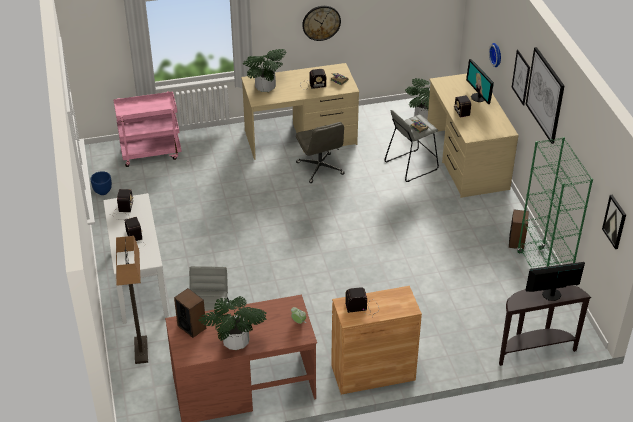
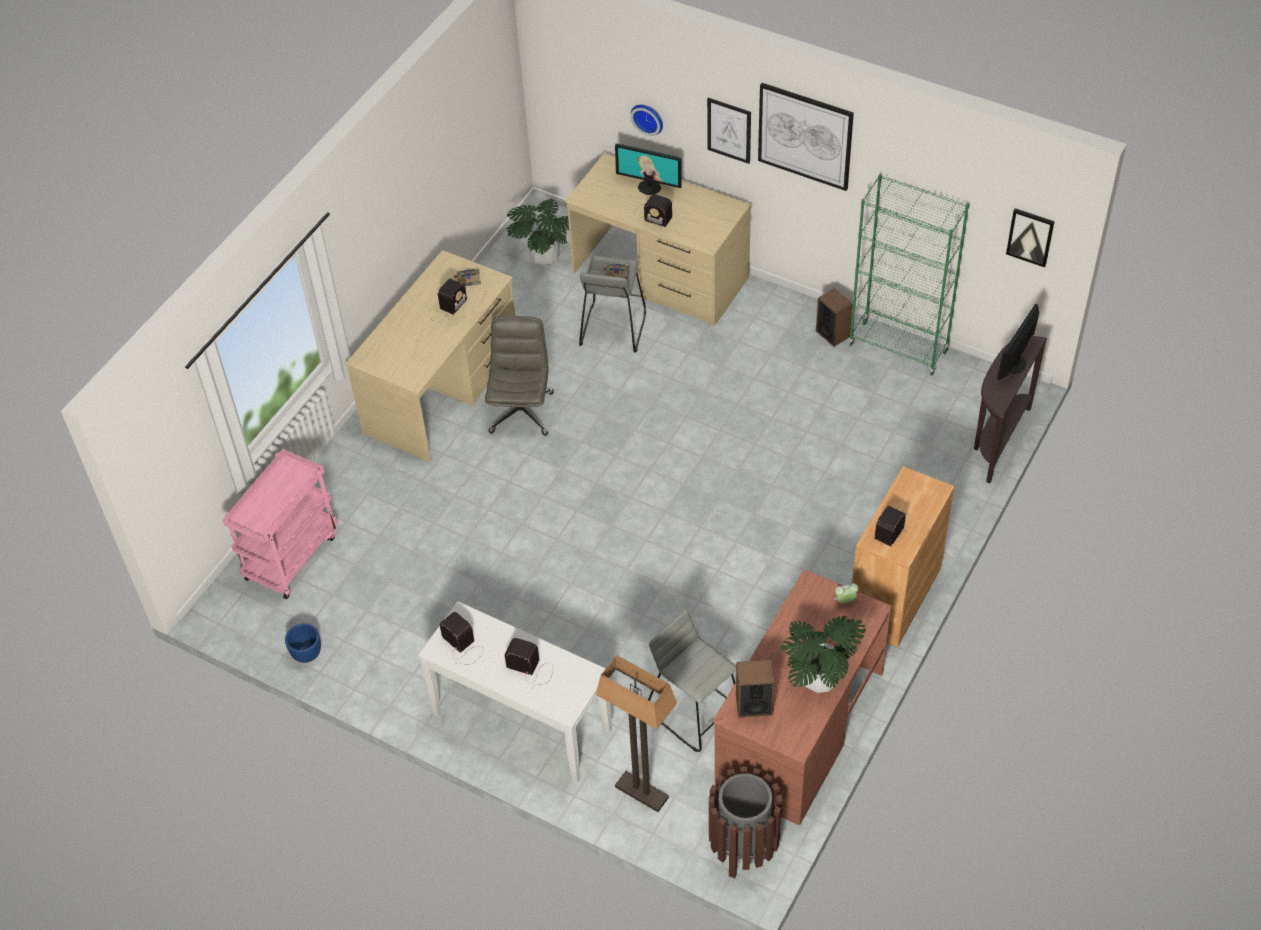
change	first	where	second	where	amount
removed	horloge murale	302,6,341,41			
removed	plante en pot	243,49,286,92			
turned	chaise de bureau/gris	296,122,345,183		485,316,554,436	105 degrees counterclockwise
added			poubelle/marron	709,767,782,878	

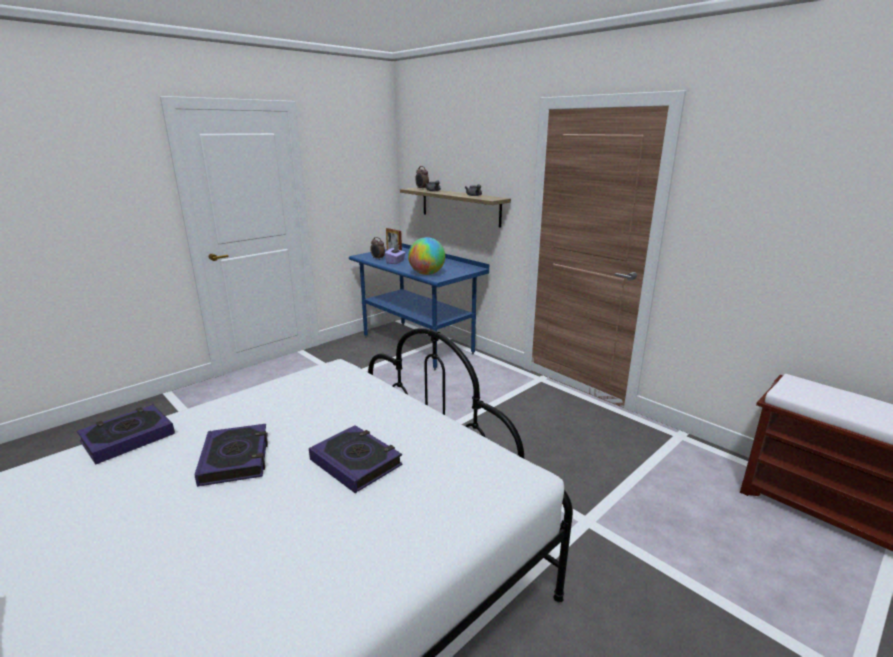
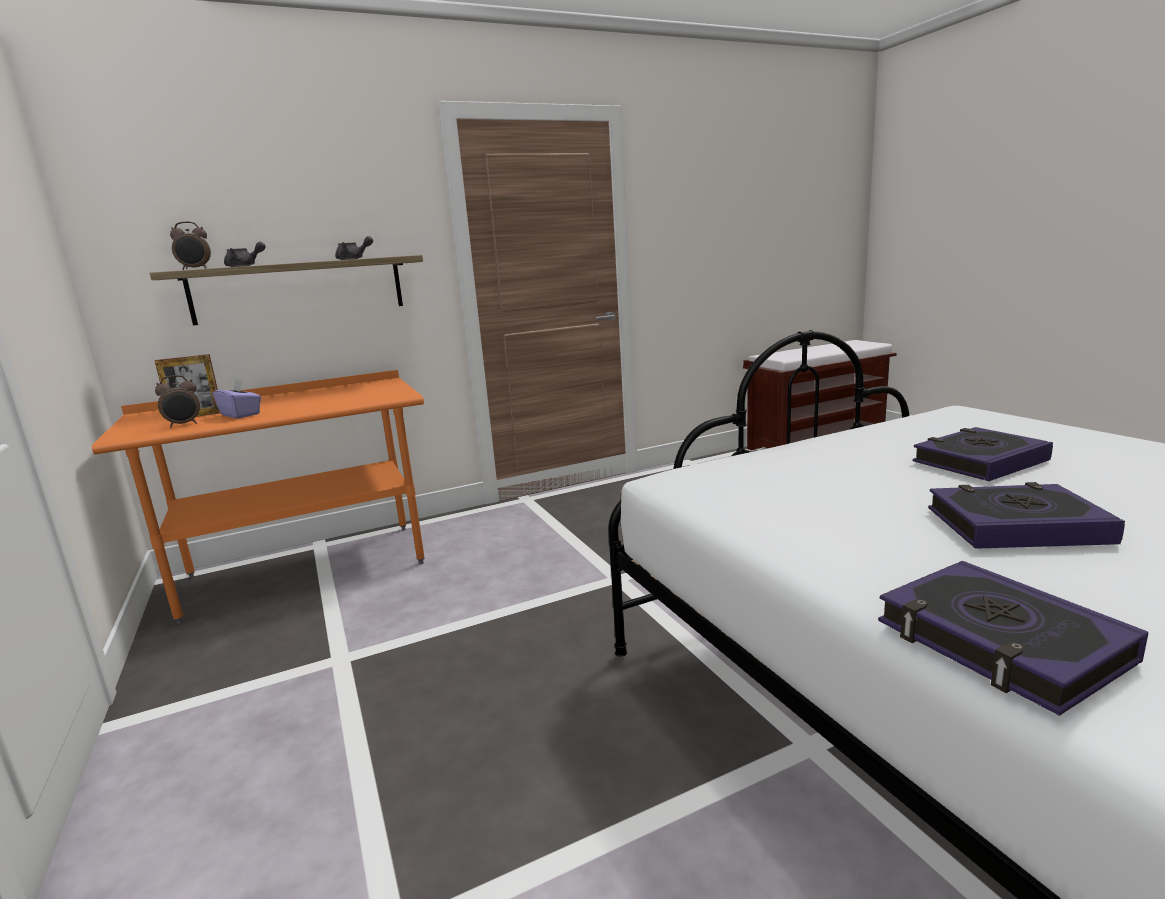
change	first	where	second	where	amount
removed	globe	408,237,445,275			
recoloured	bureau/bleu	349,243,489,370	bureau/orange	92,370,425,624	

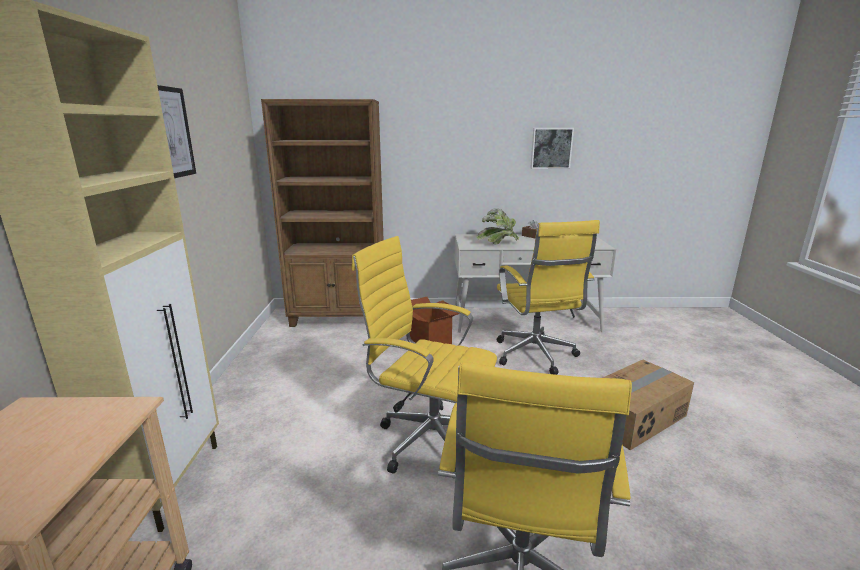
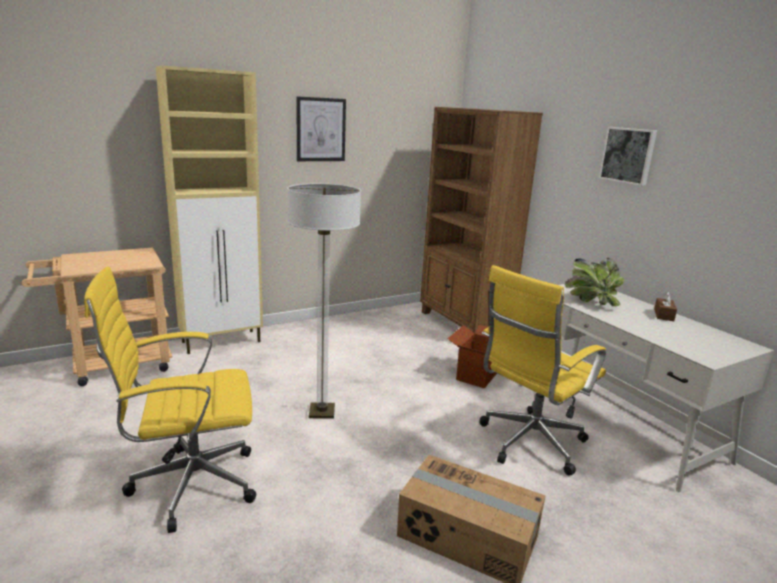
change	first	where	second	where	amount
moved	tableau	530,128,574,169		599,127,657,186	
replaced	chaise de bureau/jaune	351,236,497,473	lampadaire	287,183,361,419	

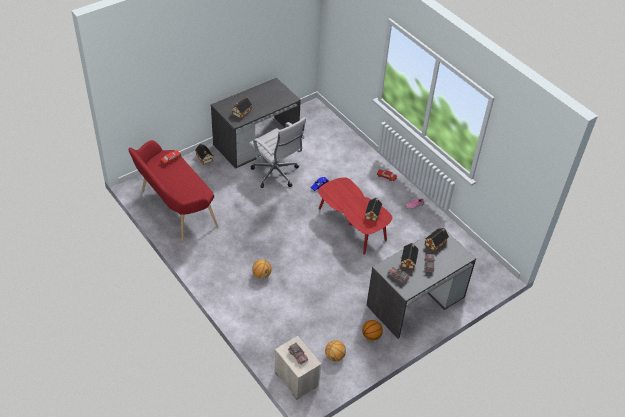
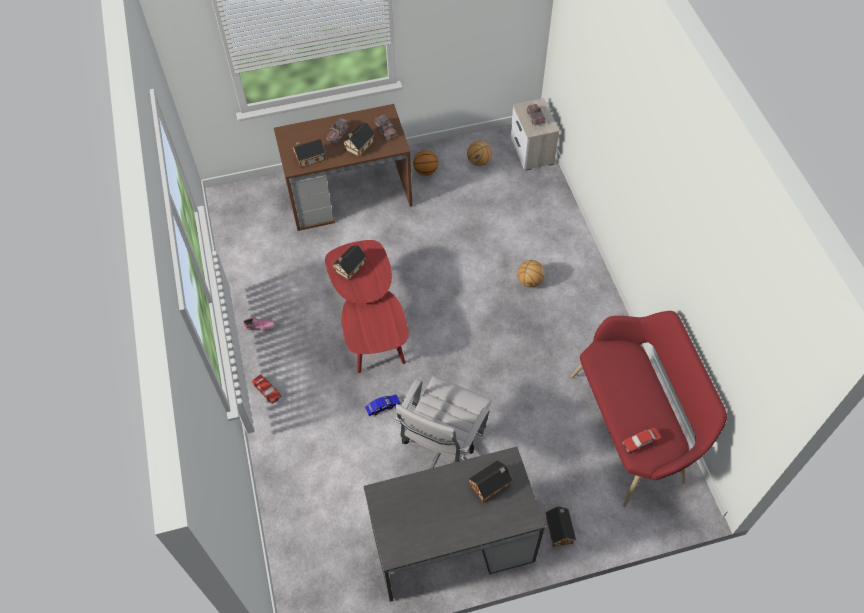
change	first	where	second	where	amount
turned	chaise de bureau/blanc	249,117,306,188		394,376,491,469	135 degrees counterclockwise
recoloured	bureau/gris	366,227,477,339	bureau/marron	274,104,413,231	

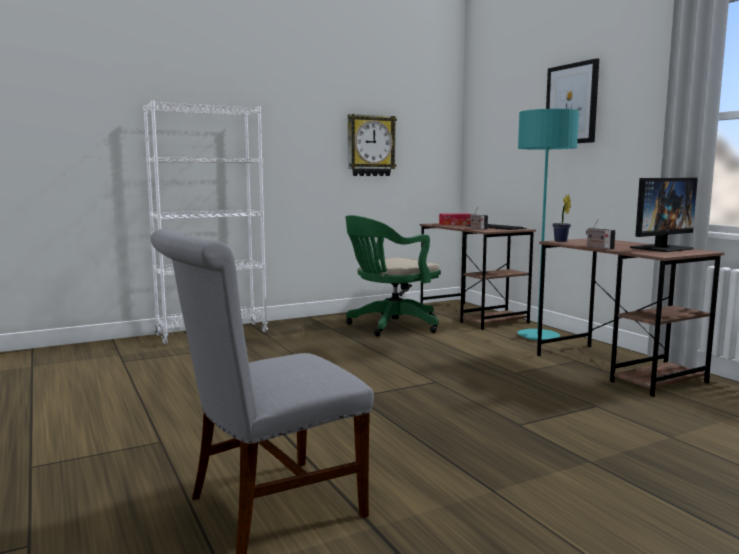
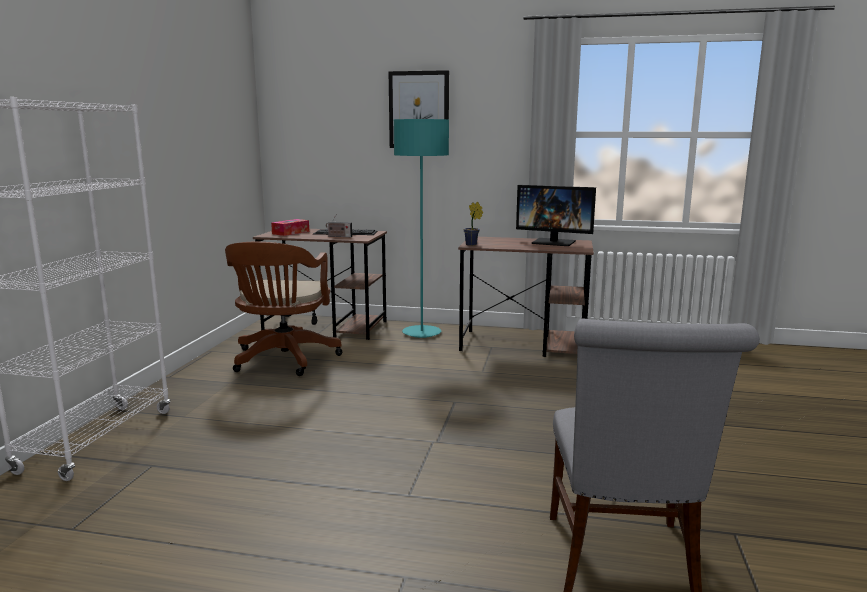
change	first	where	second	where	amount
removed	horloge murale	348,114,397,176			
turned	écran d'ordinateur	630,178,698,252		516,185,596,246	105 degrees clockwise
recoloured	chaise de bureau/vert	345,215,441,337	chaise de bureau/marron	225,242,343,376	
removed	radio	586,219,615,249			

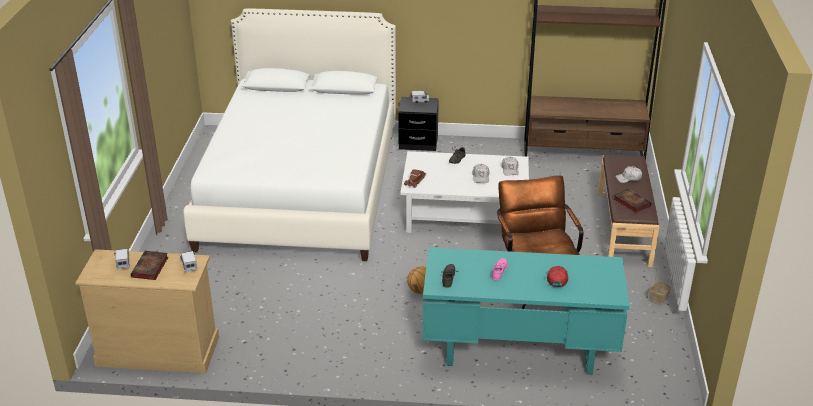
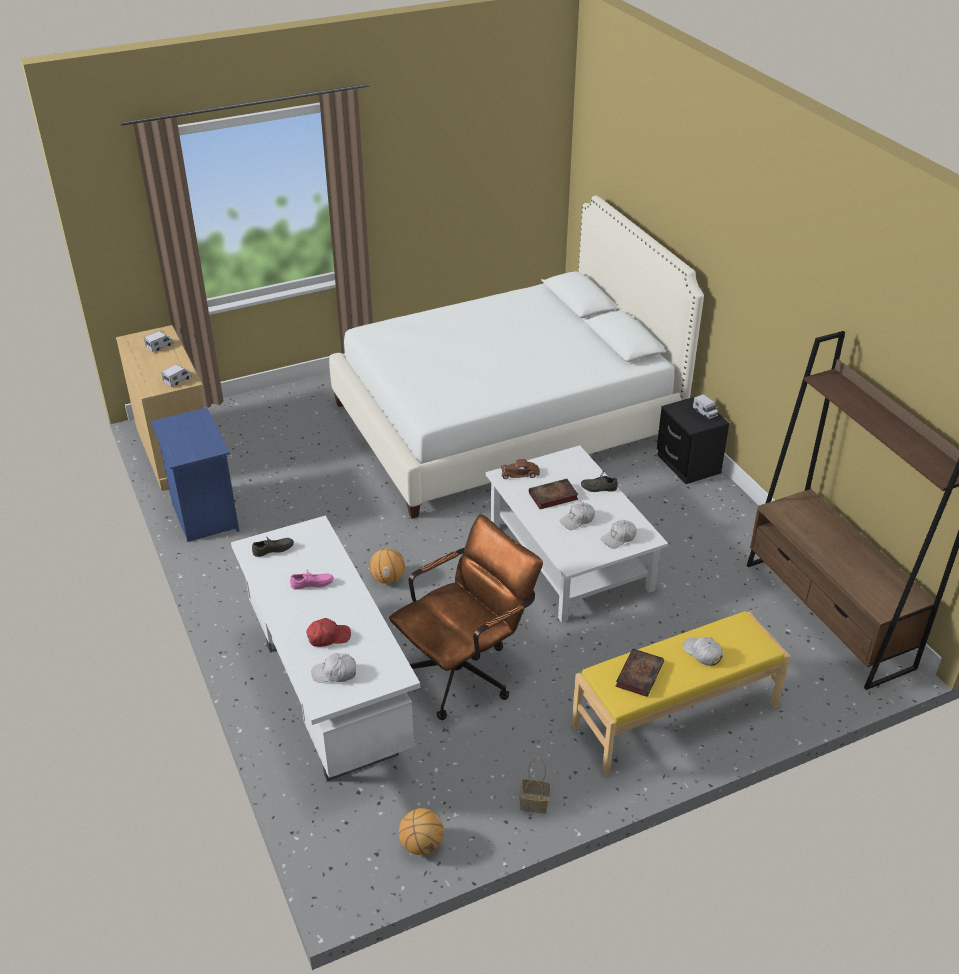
change	first	where	second	where	amount
recoloured	banc/marron	598,155,659,267	banc/jaune	572,611,790,775	
recoloured	bureau/turquoise	423,247,630,374	bureau/blanc	231,515,420,782	
moved	livre	131,251,169,280		529,479,578,509	
added			table de chevet/bleu	151,408,239,542	
added			casquette/blanc	311,653,356,683	
added			ballon de basket	399,808,444,855	

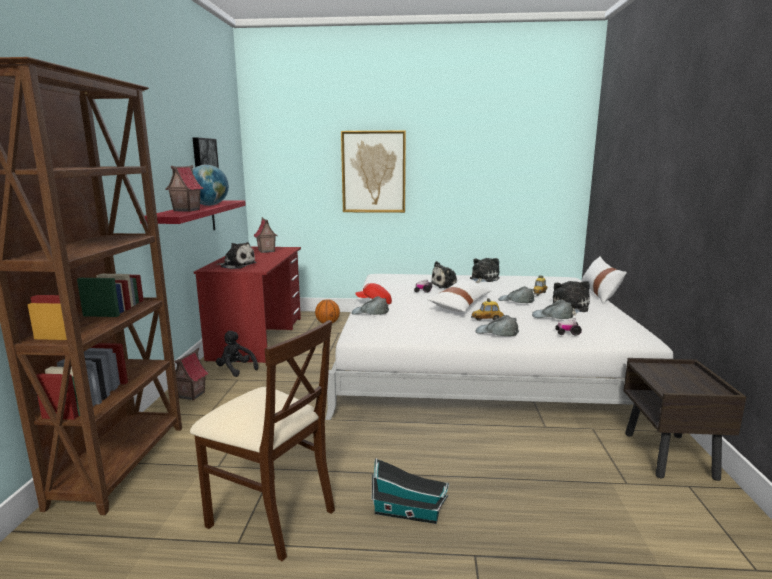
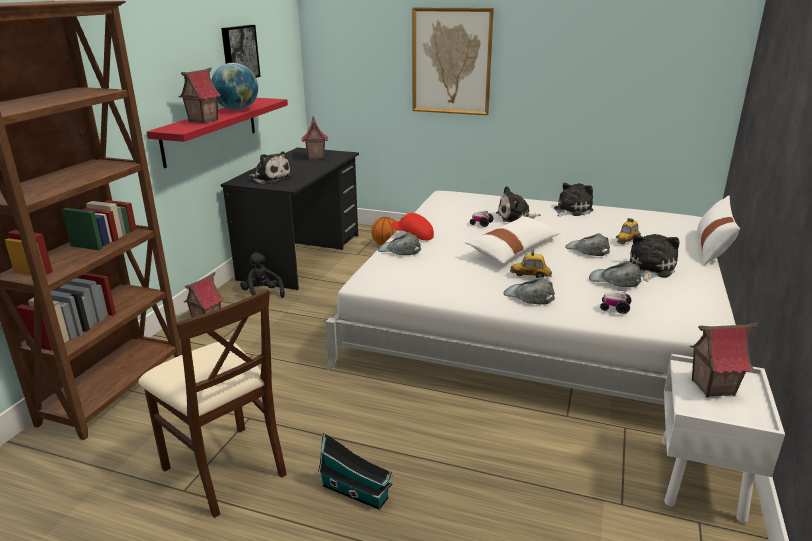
change	first	where	second	where	amount
recoloured	bureau/rouge	194,247,301,363	bureau/noir	221,148,359,290	
recoloured	table de chevet/marron	623,358,746,481	table de chevet/blanc	662,354,785,523	
added			maison miniature	690,323,758,398	

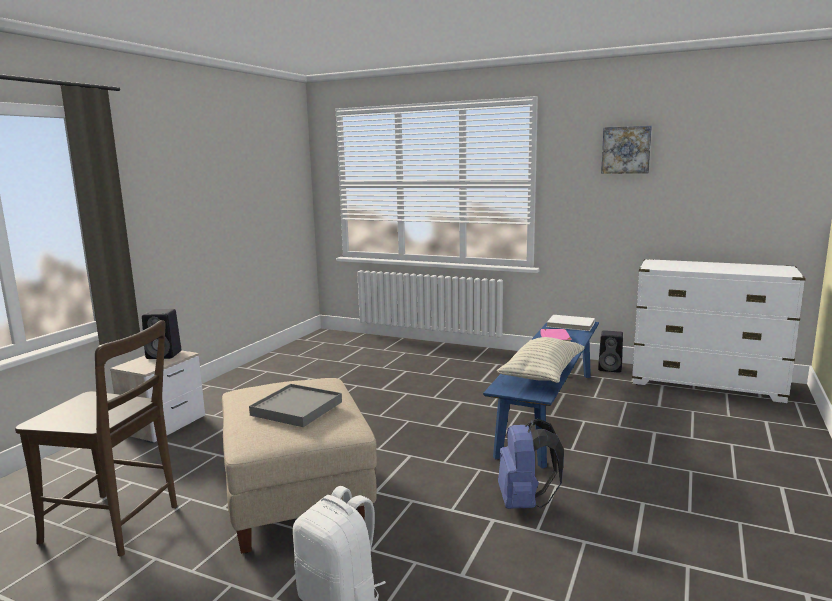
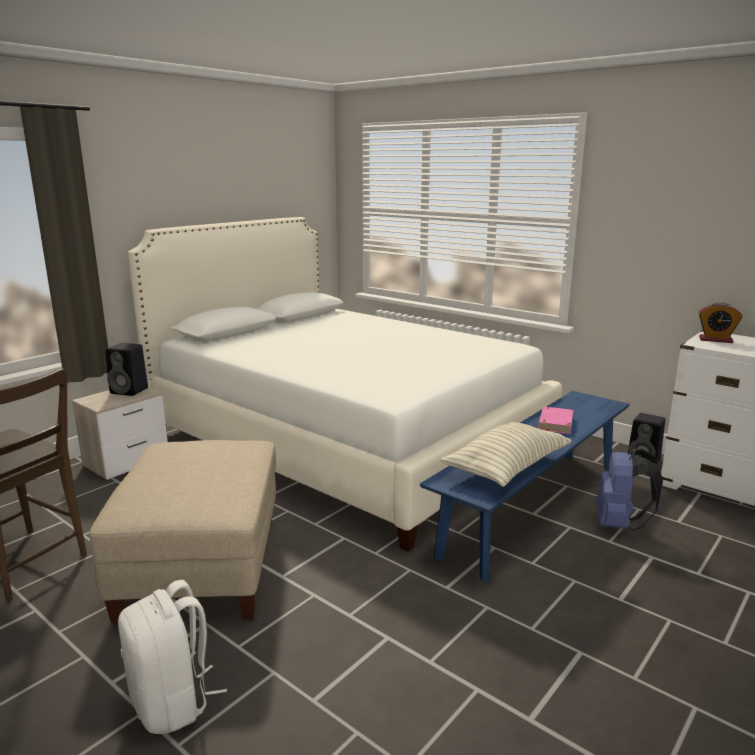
change	first	where	second	where	amount
removed	tableau	601,126,652,174			
removed	livre/blanc	547,315,595,331			
removed	plateau/gris	249,384,342,427			
moved	sac à dos/bleu	498,419,564,509		596,449,663,531	
added			lit/blanc	128,217,562,552	
added			réveil	699,303,742,343	

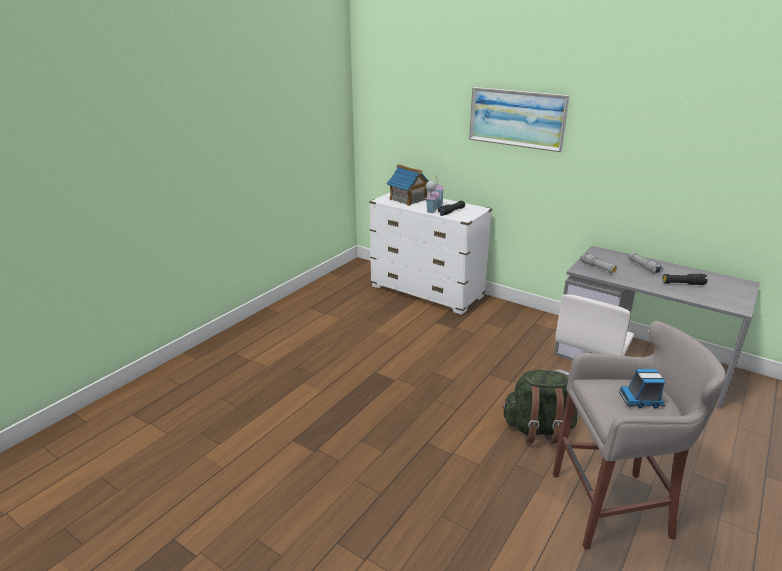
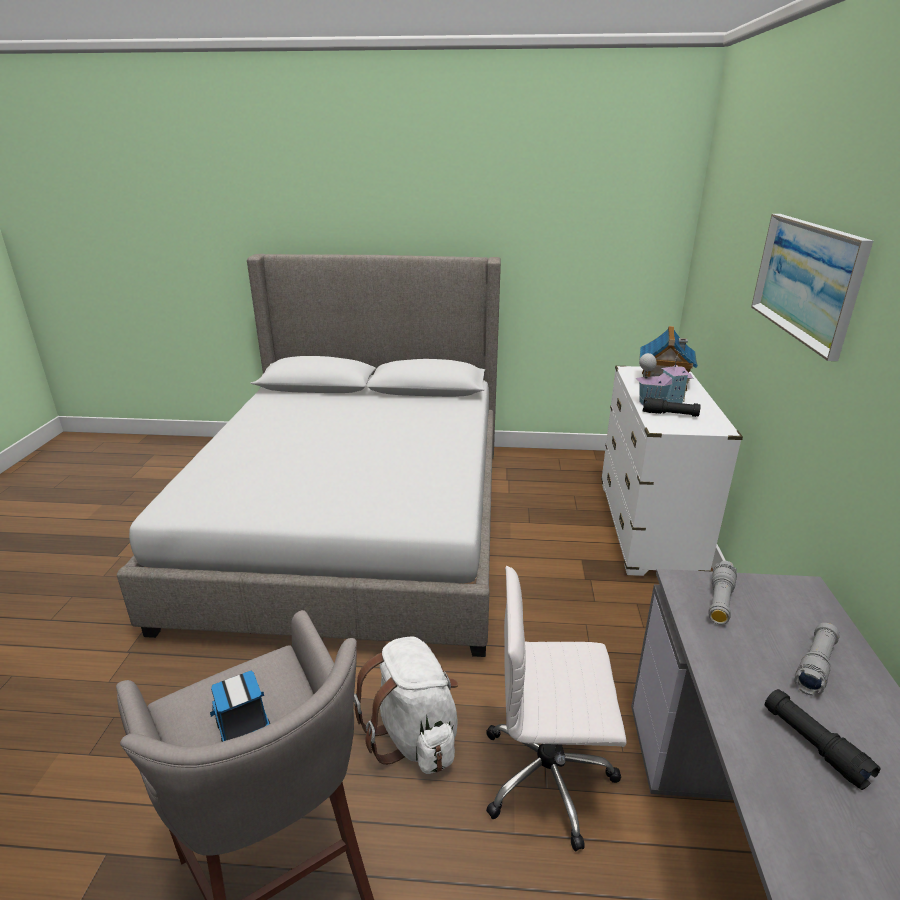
change	first	where	second	where	amount
recoloured	sac à dos/vert	502,370,578,444	sac à dos/blanc	354,636,458,774	
added			lit	117,254,501,657	

